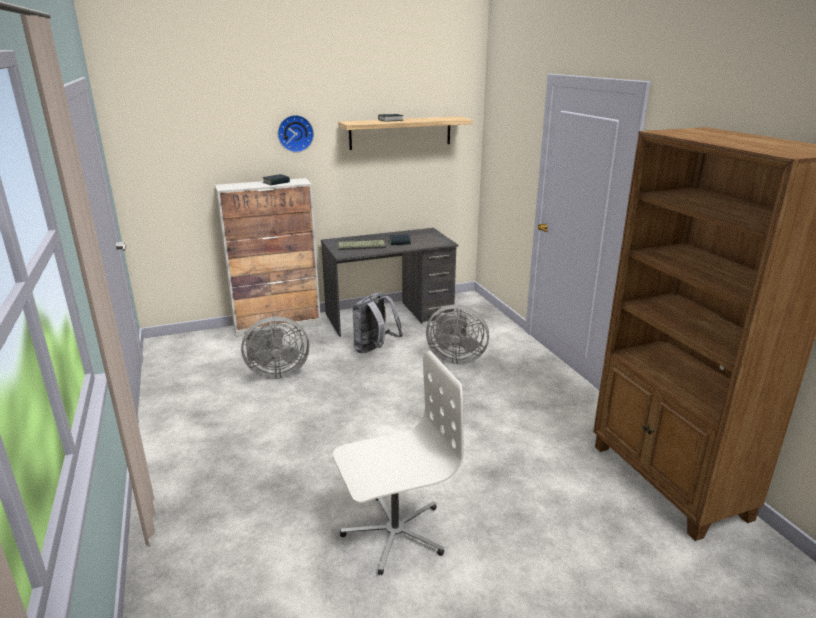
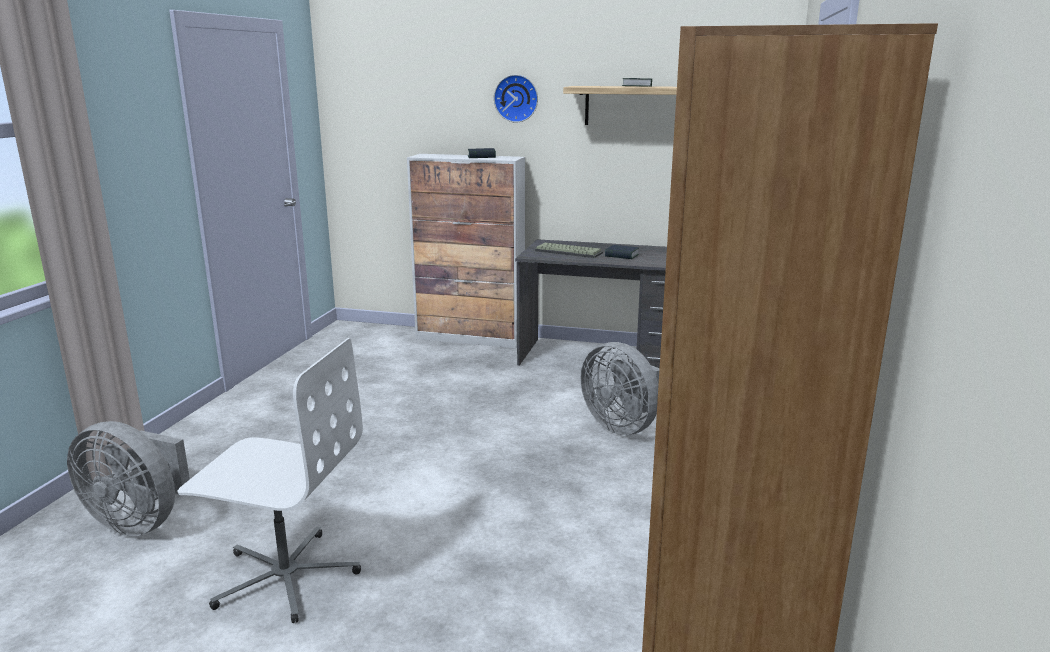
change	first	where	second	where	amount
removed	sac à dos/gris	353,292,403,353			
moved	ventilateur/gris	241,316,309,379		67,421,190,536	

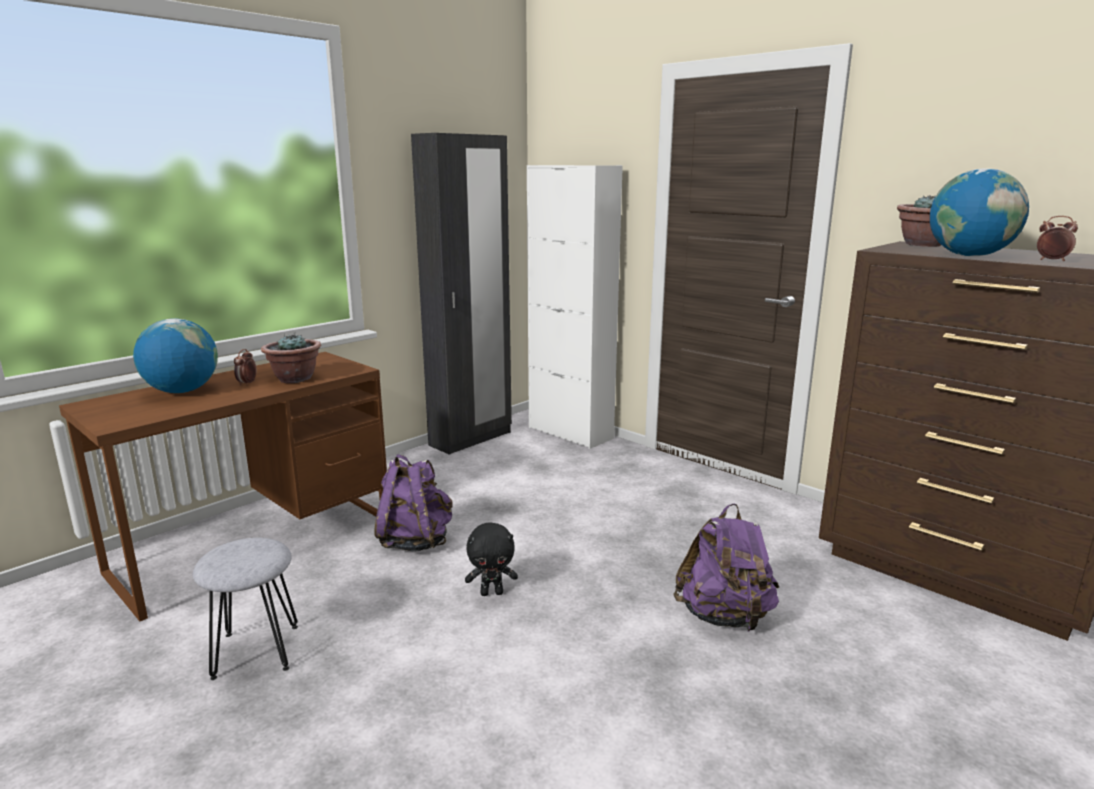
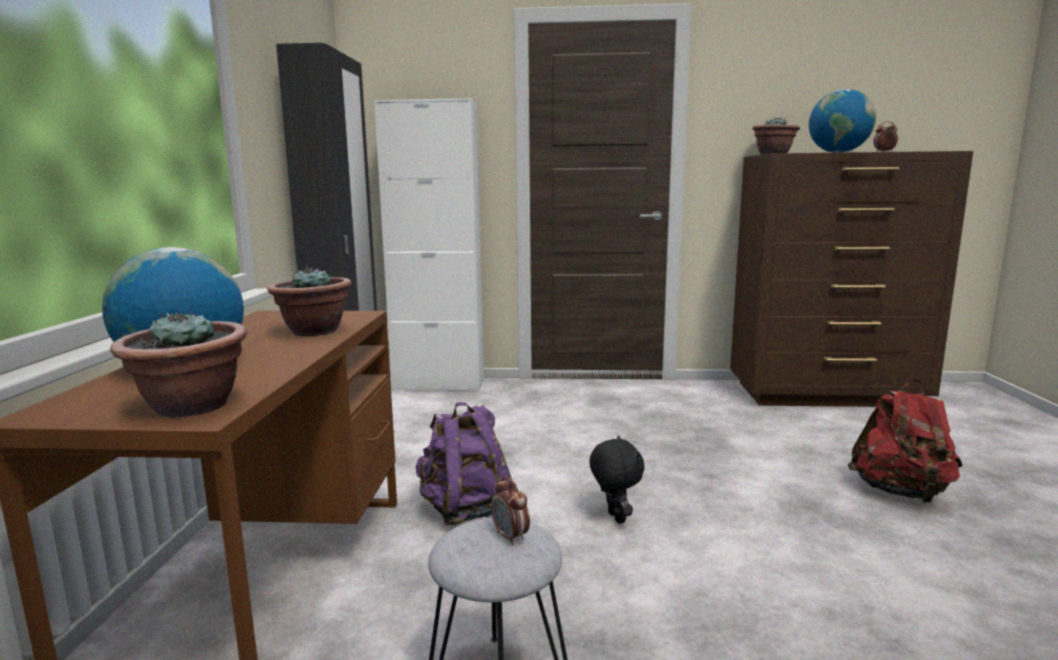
change	first	where	second	where	amount
moved	réveil	234,349,256,386		491,476,530,545	
removed	sac à dos/violet	673,503,779,632			
turned	peluche/noir	465,522,518,596		589,436,645,524	60 degrees counterclockwise
added			plante en pot	110,311,247,417	
added			sac à dos/rouge	848,379,963,503	

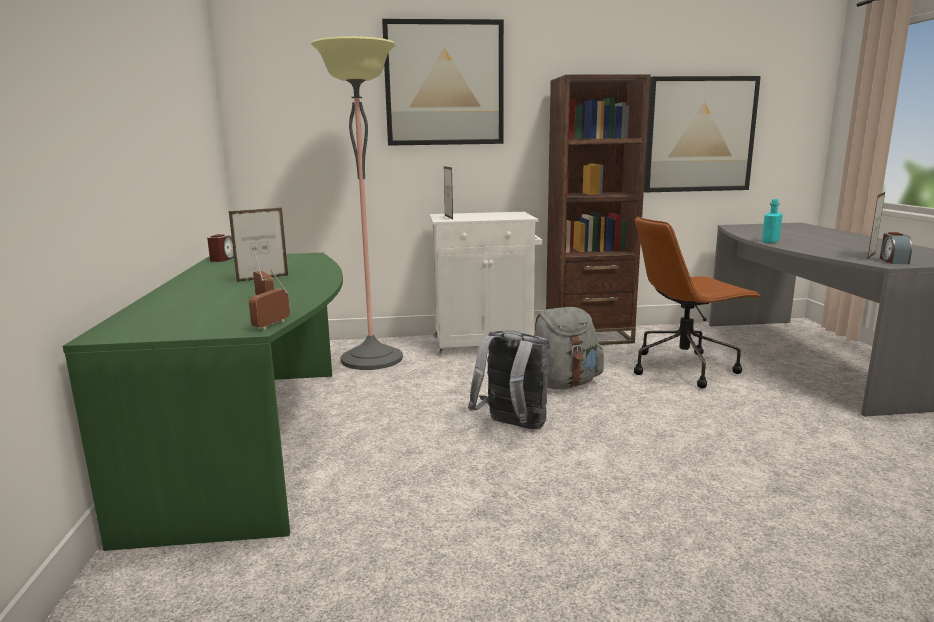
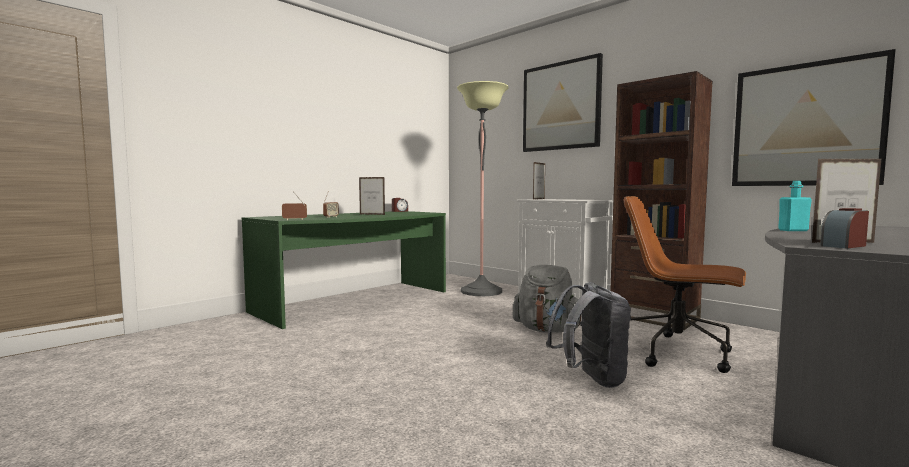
change	first	where	second	where	amount
moved	sac à dos/gris	468,330,550,429		546,282,631,388	

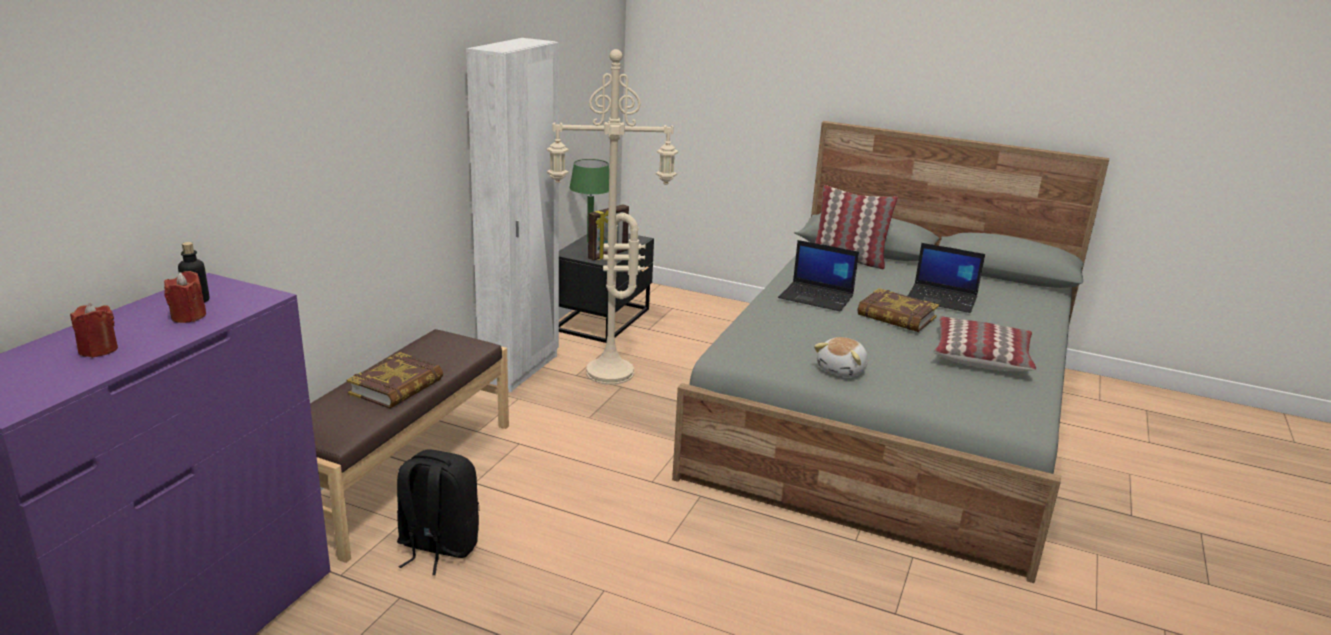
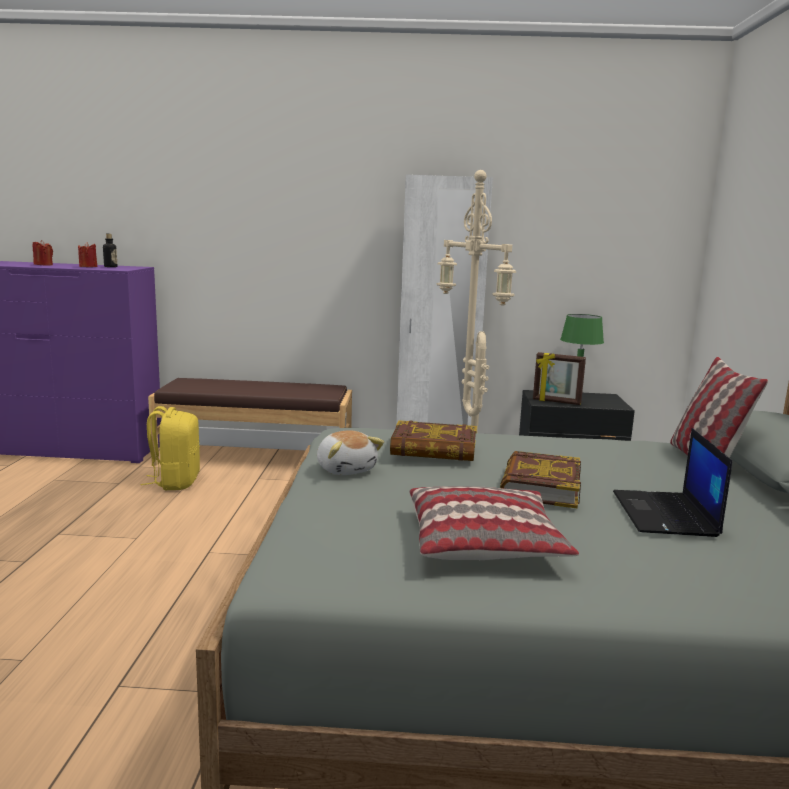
change	first	where	second	where	amount
removed	ordinateur portable	778,240,859,311			
turned	peluche	814,337,868,377		317,430,384,475	135 degrees counterclockwise
moved	livre	347,352,443,409		390,420,477,461	
recoloured	sac à dos/noir	397,449,479,575	sac à dos/jaune	140,406,200,490	

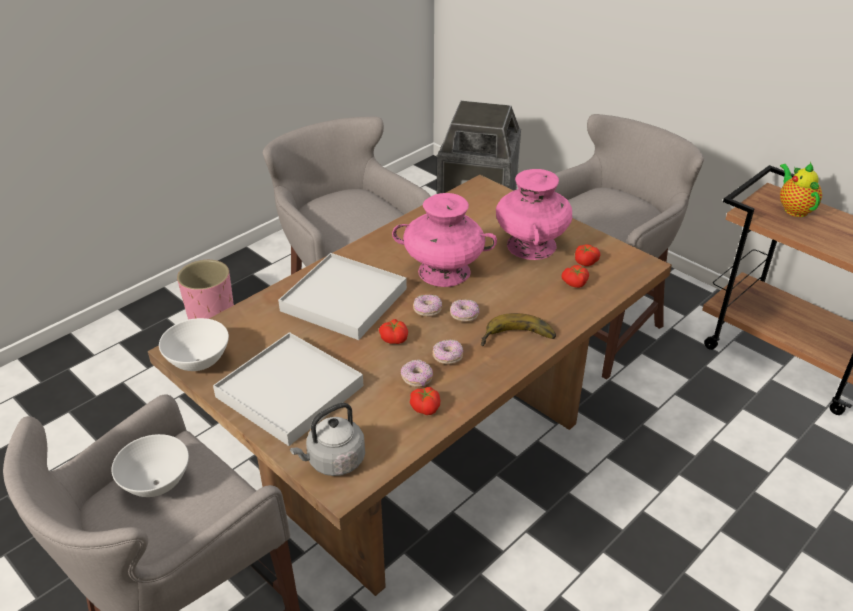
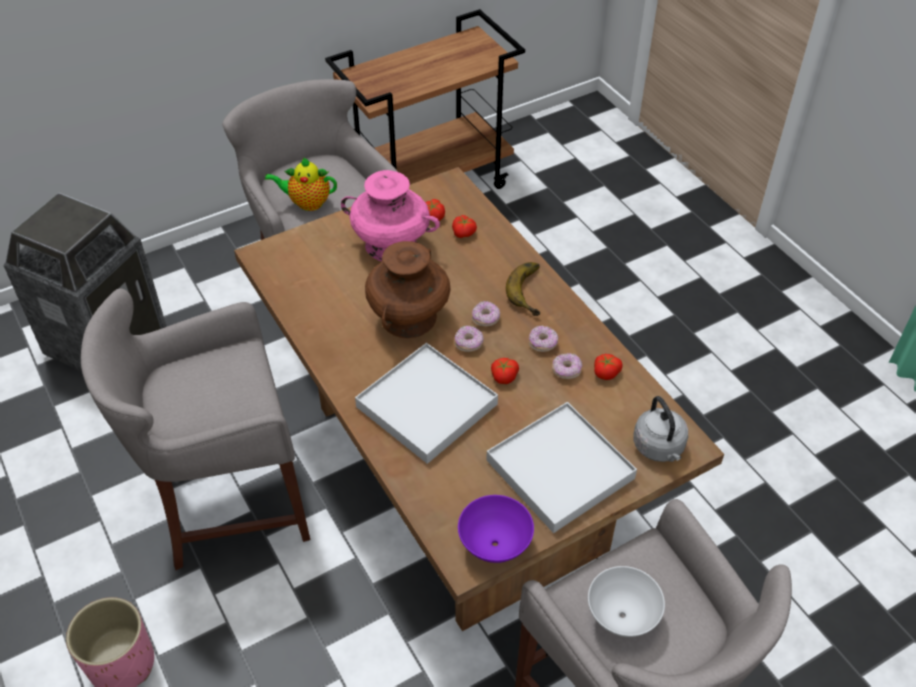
change	first	where	second	where	amount
moved	théière	780,162,822,217		265,157,337,211	
recoloured	vase/rose	392,193,497,287	vase/marron	365,241,451,338	
recoloured	bol/blanc	159,318,229,371	bol/violet	458,495,534,563	

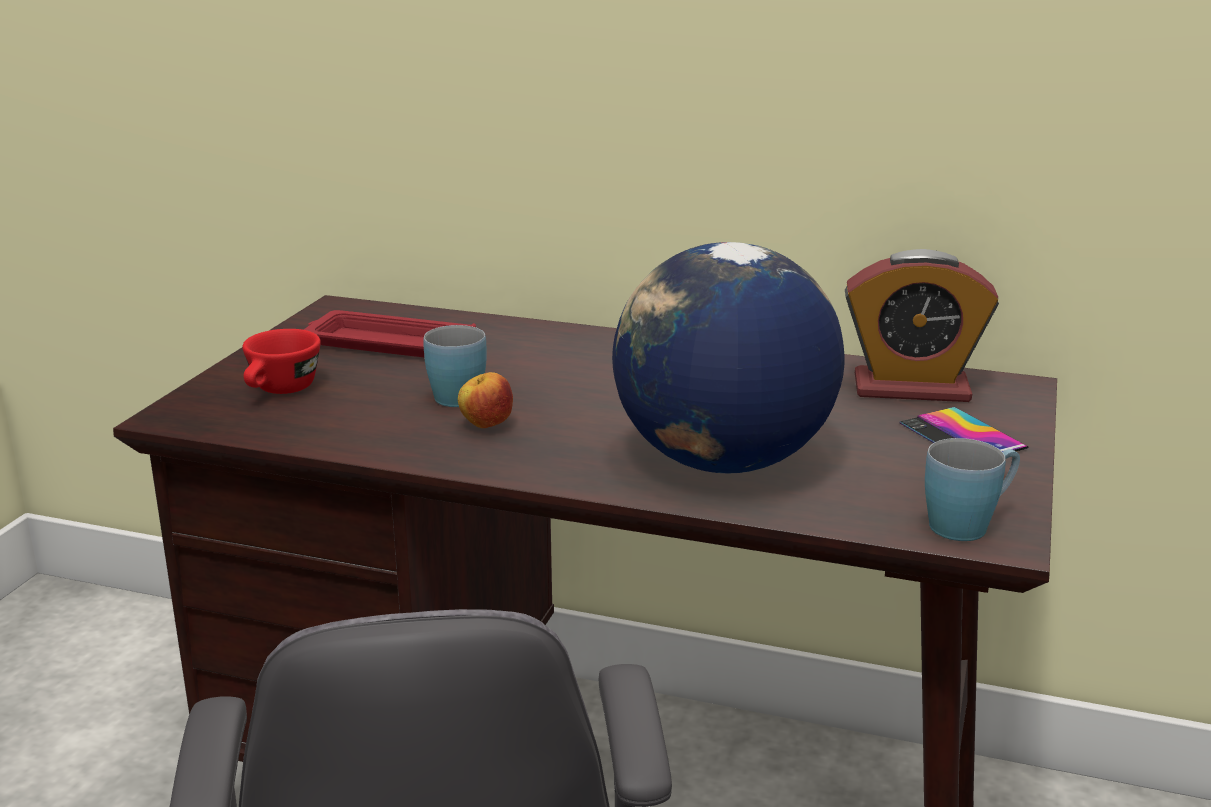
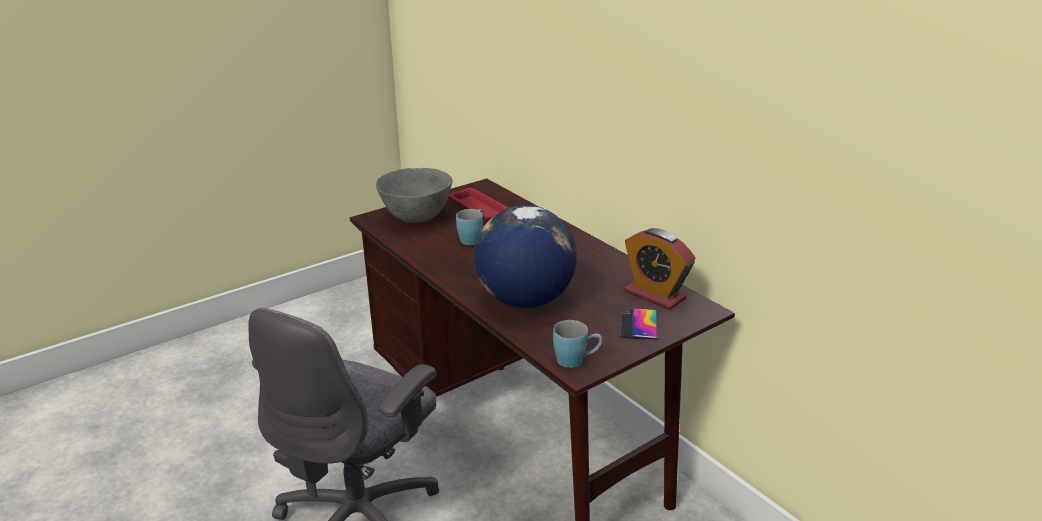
change	first	where	second	where	amount
replaced	tasse/rouge	242,329,321,394	bol/gris	376,168,453,223	
removed	pomme	458,372,513,428			

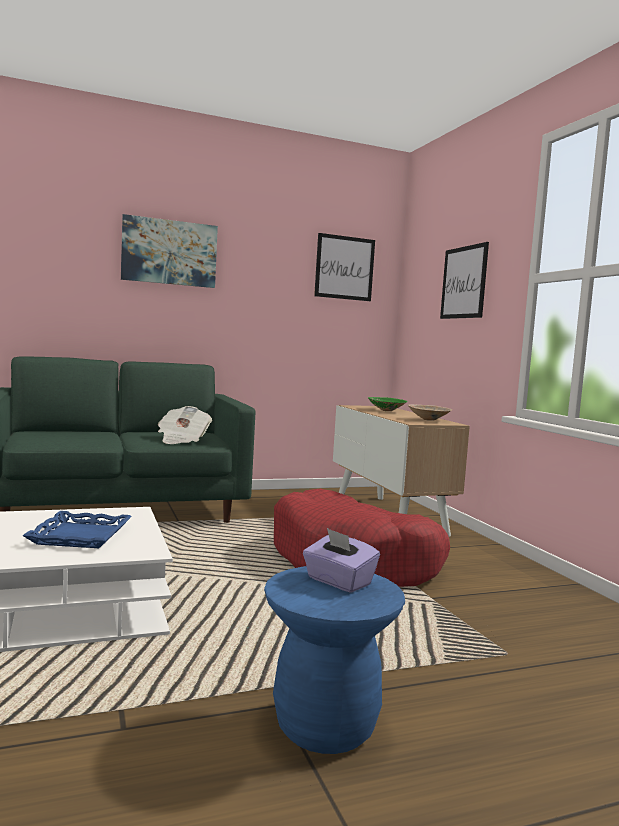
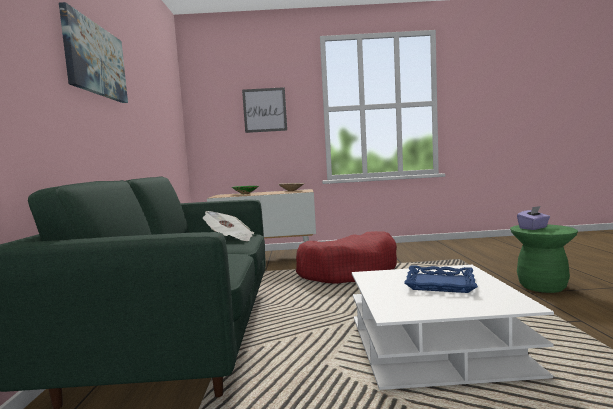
change	first	where	second	where	amount
removed	tableau	314,233,375,301			
recoloured	tabouret/bleu	264,566,405,754	tabouret/vert	510,224,578,293	

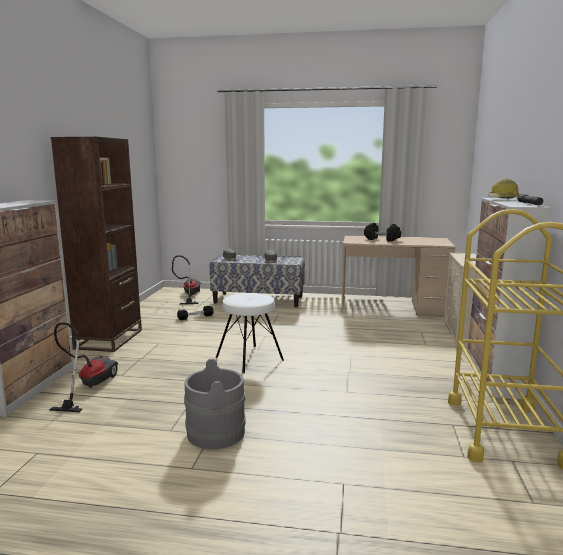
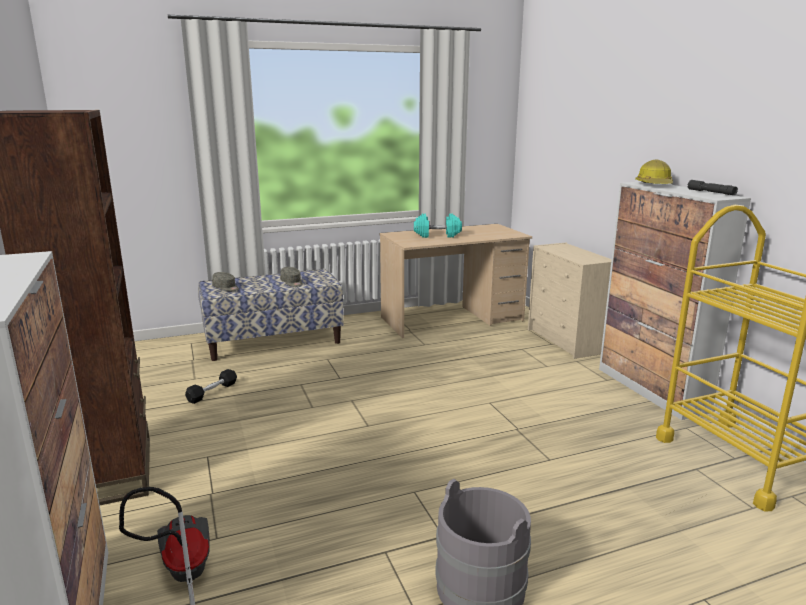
change	first	where	second	where	amount
recoloured	haltère/noir	364,223,401,242	haltère/turquoise	414,213,462,238	
removed	aspirateur	172,255,201,304			
removed	tabouret/blanc	216,293,284,373			

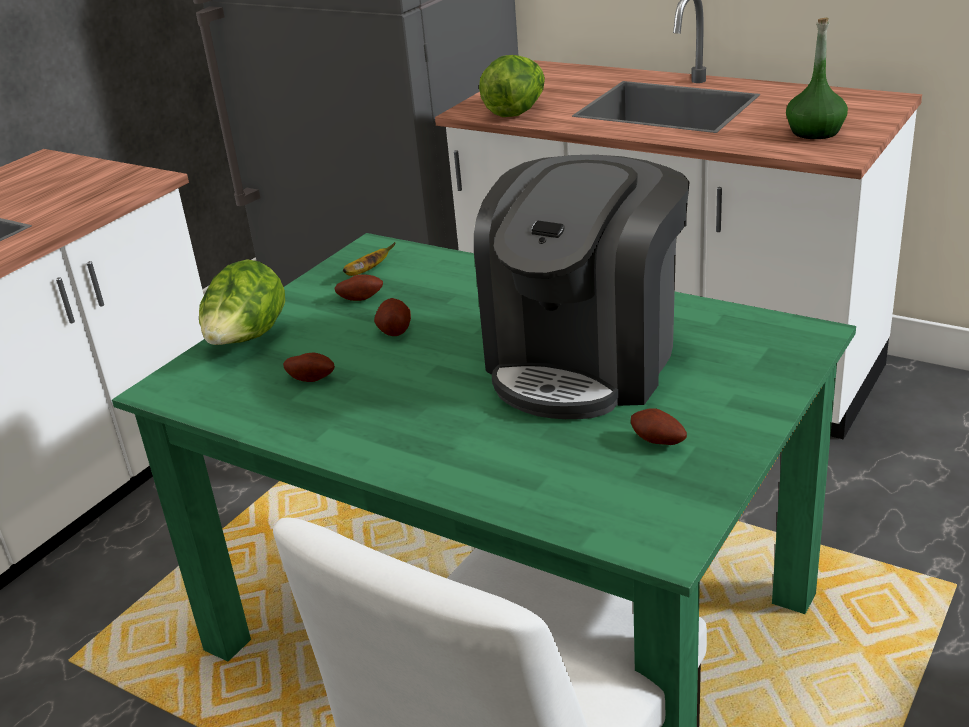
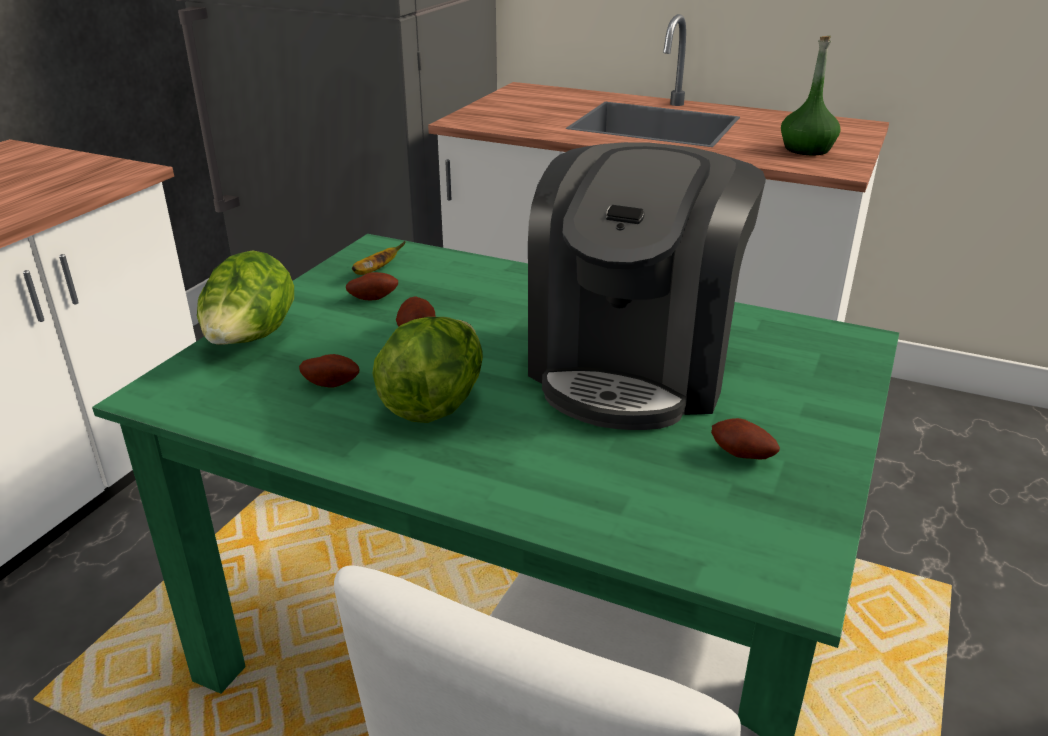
change	first	where	second	where	amount
moved	laitue	479,55,545,117		372,317,483,423	

